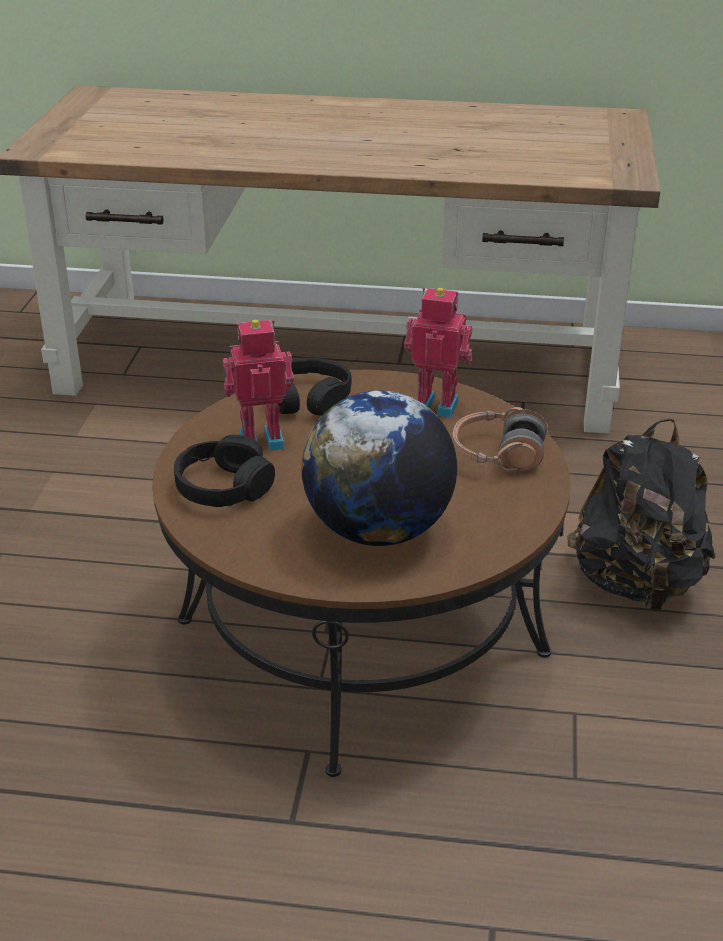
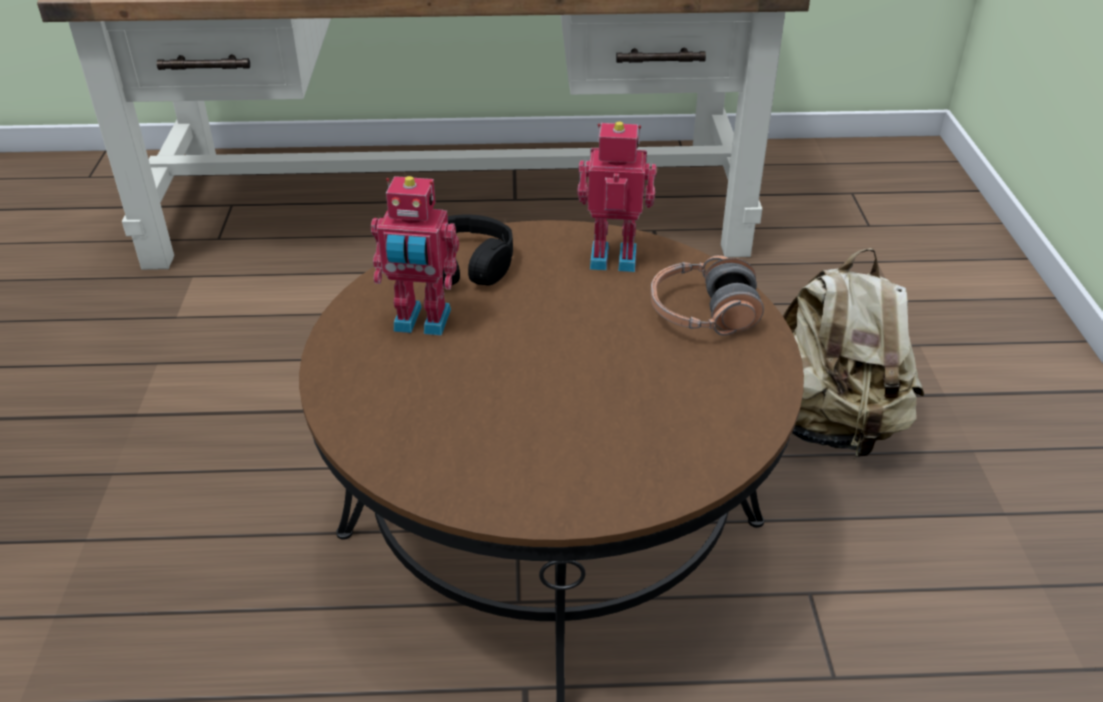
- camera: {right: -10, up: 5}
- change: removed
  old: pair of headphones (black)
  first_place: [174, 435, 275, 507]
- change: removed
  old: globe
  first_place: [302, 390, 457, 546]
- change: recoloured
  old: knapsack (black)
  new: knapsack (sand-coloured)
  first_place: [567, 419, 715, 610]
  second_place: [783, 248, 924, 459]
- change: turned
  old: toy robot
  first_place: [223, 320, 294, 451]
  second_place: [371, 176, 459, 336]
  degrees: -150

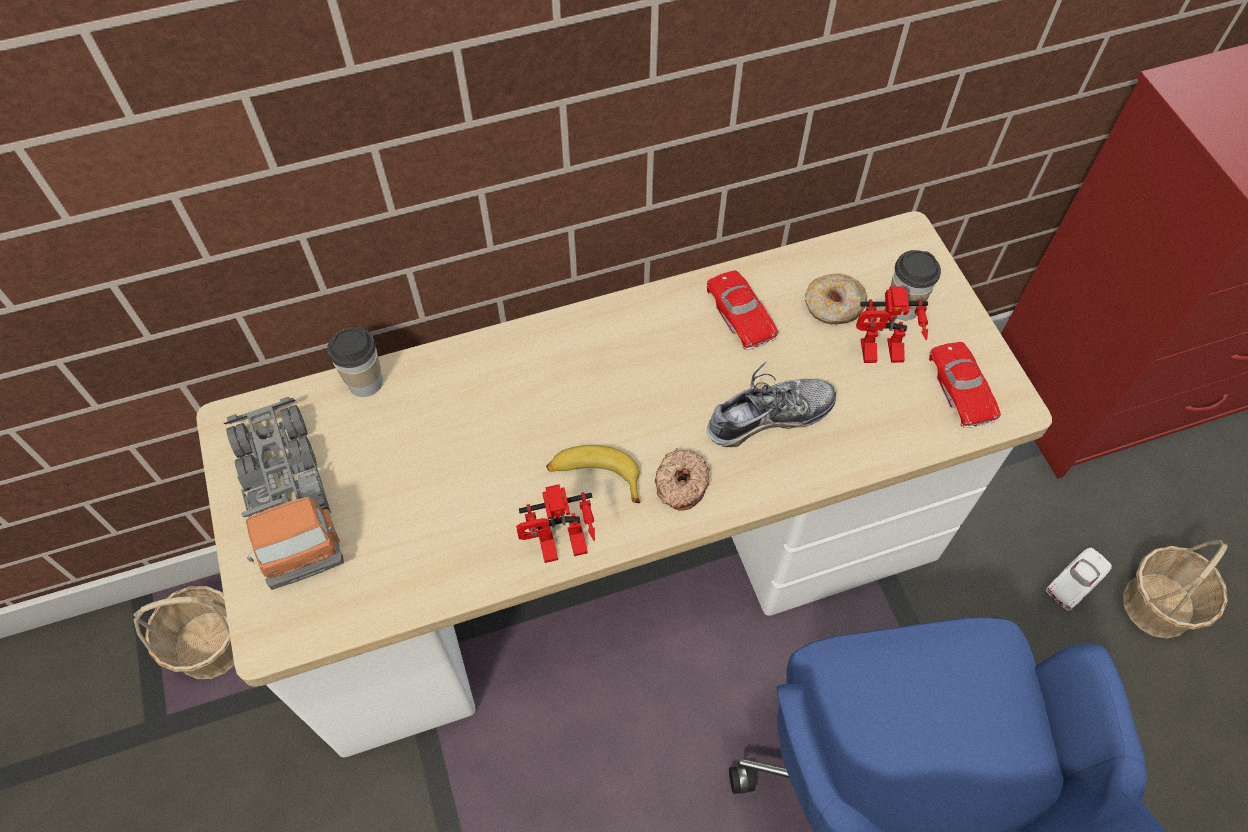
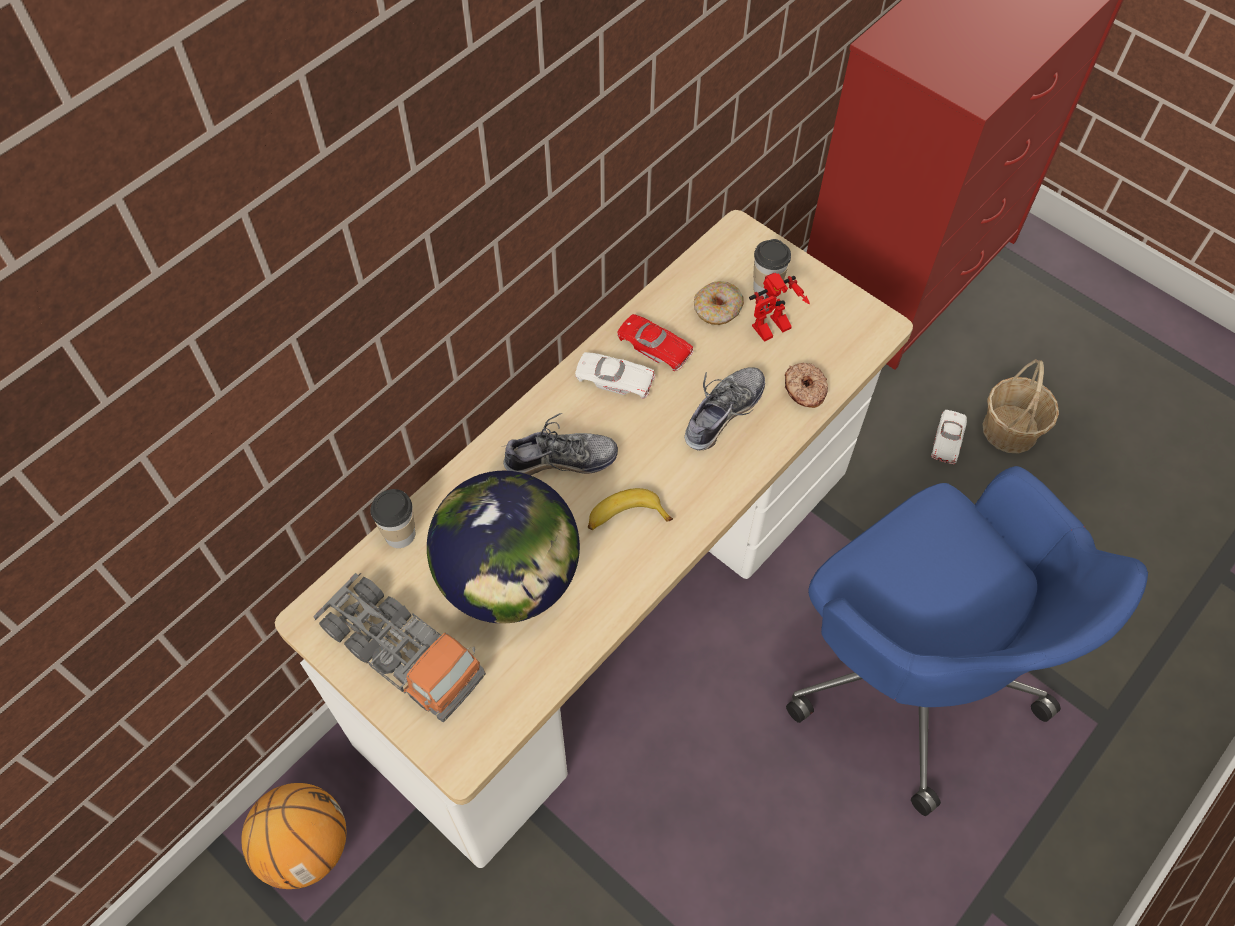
- camera: {right: -30, up: 0}
- change: removed
  old: toy robot
  first_place: [516, 484, 595, 563]
- change: removed
  old: toy car (red-coloured)
  first_place: [929, 342, 1001, 428]
- change: added
  new: globe
  second_place: [427, 471, 580, 624]
- change: added
  new: low shoe
  second_place: [501, 413, 618, 476]
- change: added
  new: toy car (white-coloured)
  second_place: [575, 352, 655, 399]
- change: moved
  old: ring doughnut
  first_place: [655, 448, 710, 511]
  second_place: [785, 363, 828, 408]
- change: replaced
  old: storage basket
  new: basketball
  first_place: [134, 586, 234, 679]
  second_place: [241, 783, 347, 889]

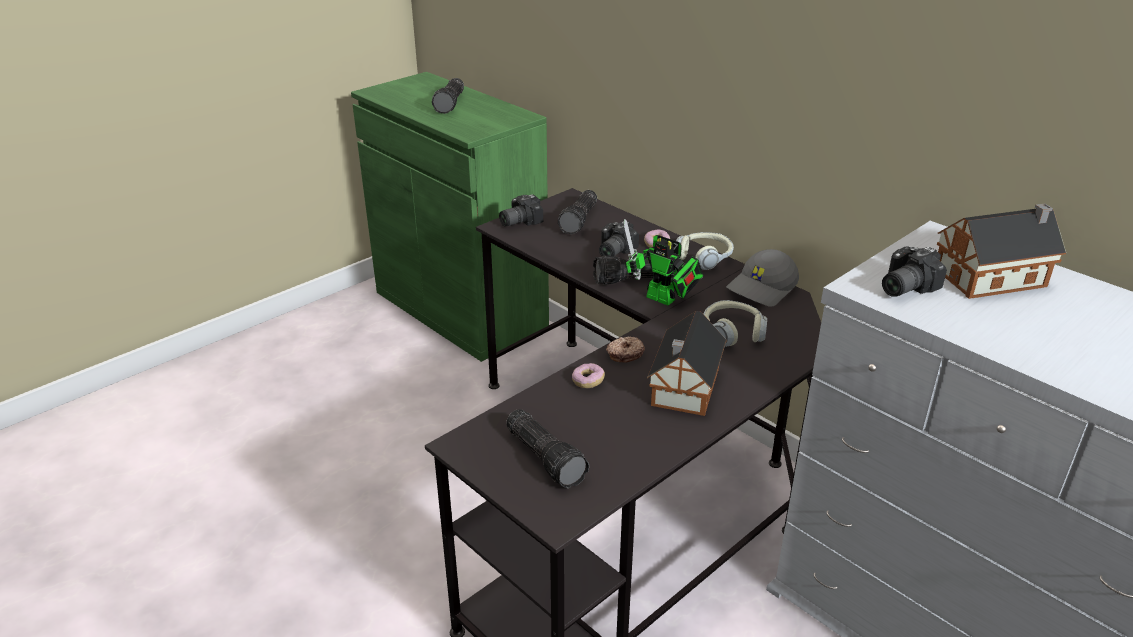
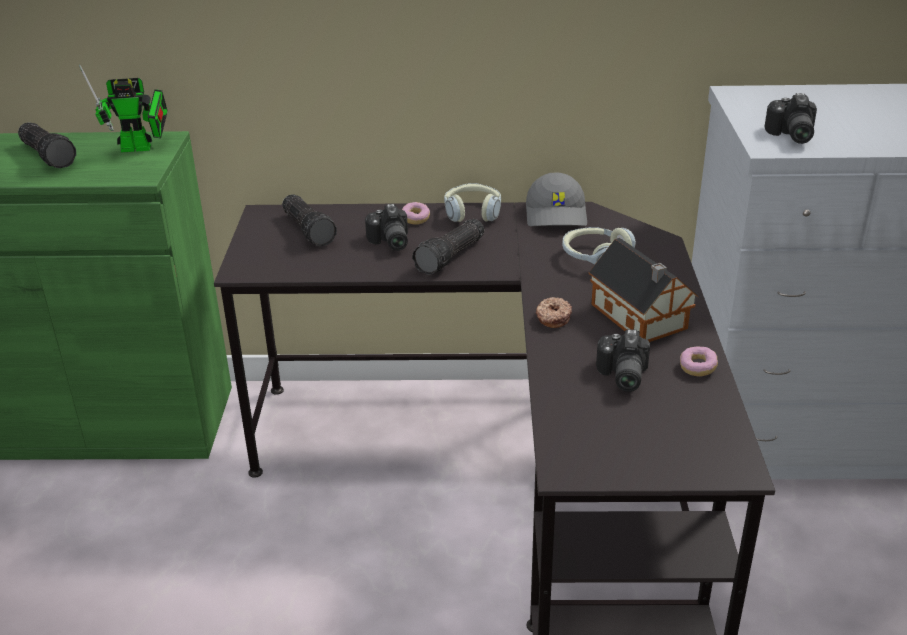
- camera: {right: -45, up: 0}
- change: removed
  old: torch
  first_place: [506, 409, 589, 488]
- change: removed
  old: toy house
  first_place: [937, 204, 1066, 299]
- change: moved
  old: still camera
  first_place: [499, 195, 543, 226]
  second_place: [596, 329, 650, 392]
- change: moved
  old: ring doughnut
  first_place: [572, 363, 605, 388]
  second_place: [680, 346, 718, 376]
- change: moved
  old: toy robot
  first_place: [624, 219, 703, 305]
  second_place: [79, 64, 168, 153]

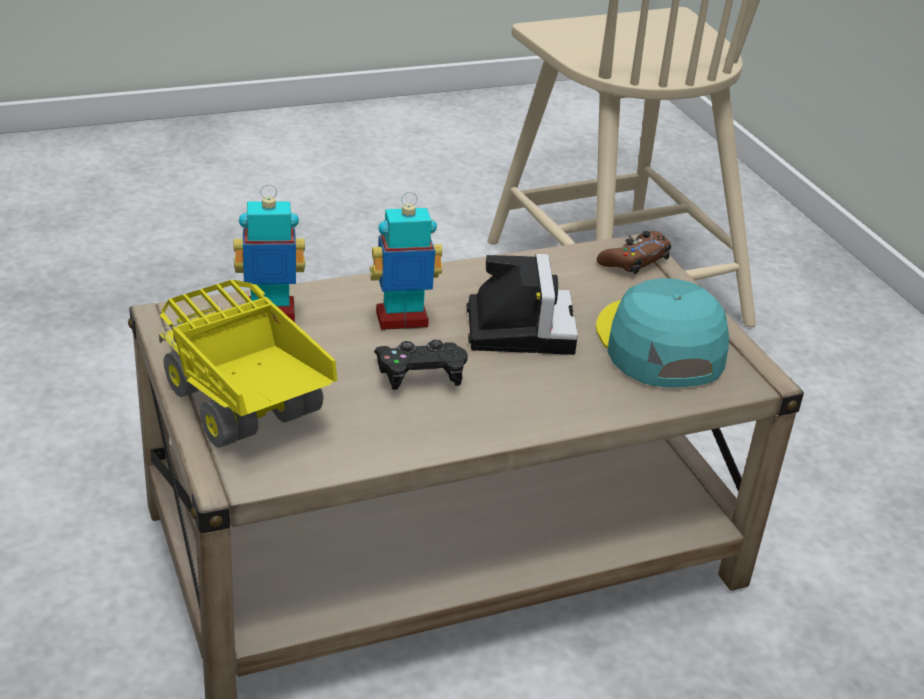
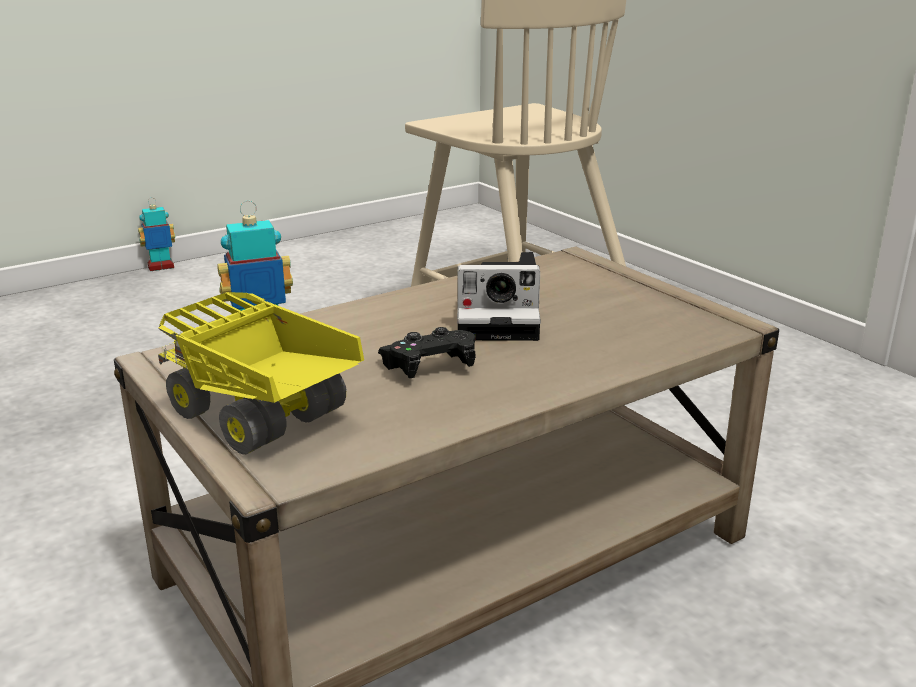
- camera: {right: -10, up: -10}
- change: removed
  old: peaked cap (turquoise-coloured)
  first_place: [596, 278, 729, 387]
- change: removed
  old: gamepad (brown)
  first_place: [597, 231, 671, 274]
- change: moved
  old: toy robot
  first_place: [370, 192, 442, 330]
  second_place: [138, 198, 175, 271]
- change: turned
  old: still camera
  first_place: [467, 254, 578, 355]
  second_place: [457, 252, 541, 341]
  degrees: 105

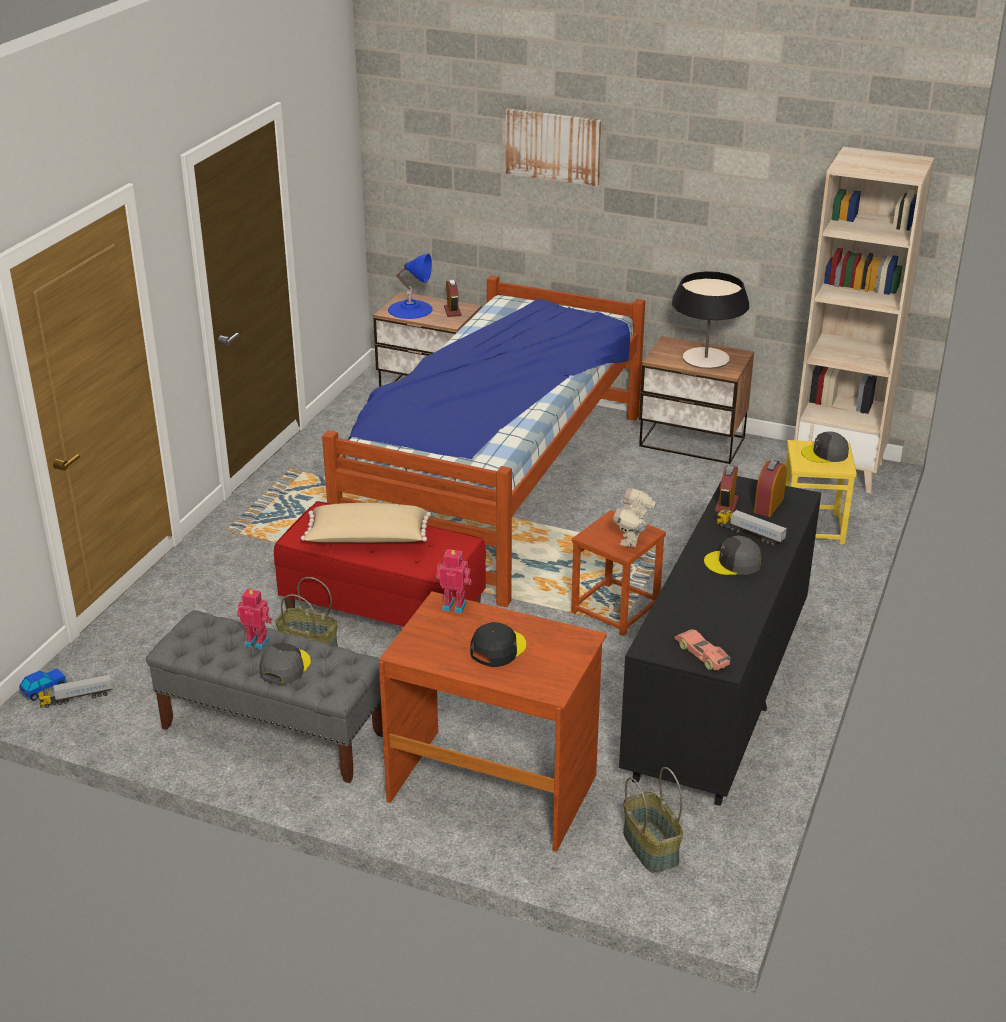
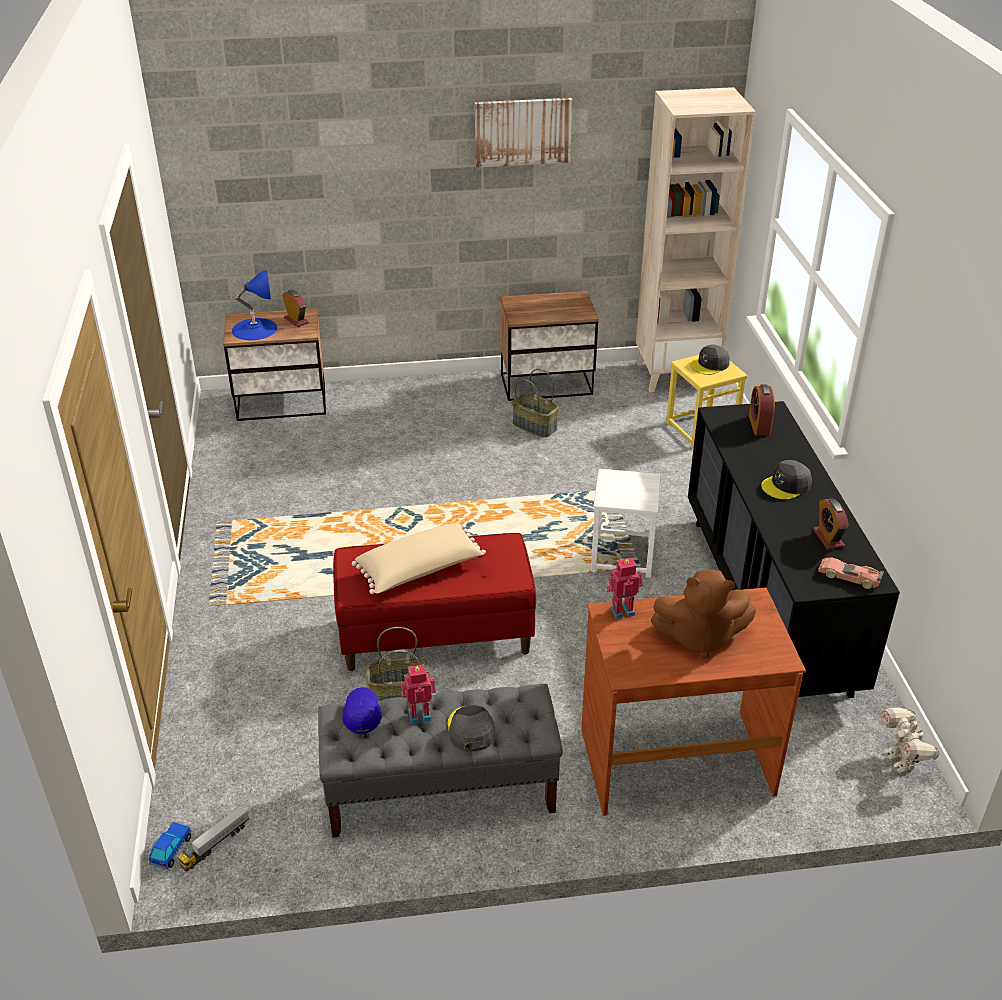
- camera: {right: -30, up: 5}
- change: removed
  old: bed
  first_place: [322, 275, 645, 607]
- change: removed
  old: table lamp
  first_place: [672, 271, 749, 369]
- change: removed
  old: toy truck
  first_place: [716, 509, 787, 546]
- change: added
  new: peaked cap (blue)
  second_place: [343, 687, 382, 734]
- change: moved
  old: picture
  first_place: [506, 109, 601, 186]
  second_place: [475, 98, 572, 167]
- change: moved
  old: toy robot
  first_place: [612, 488, 657, 547]
  second_place: [880, 707, 940, 773]
- change: moved
  old: storage basket
  first_place: [623, 767, 683, 873]
  second_place: [512, 369, 559, 438]
- change: moved
  old: bedside clock
  first_place: [715, 465, 739, 513]
  second_place: [813, 498, 849, 550]
- change: replaced
  old: peaked cap (black)
  new: cuddly toy (brown)
  first_place: [470, 622, 526, 667]
  second_place: [651, 570, 756, 659]
- change: recoloured
  old: sitting stool (brown)
  new: sitting stool (white-coloured)
  first_place: [571, 510, 666, 636]
  second_place: [591, 469, 661, 578]

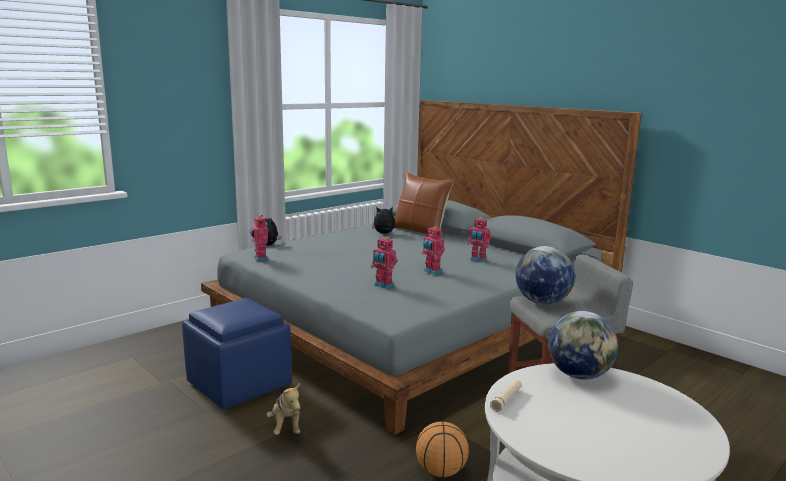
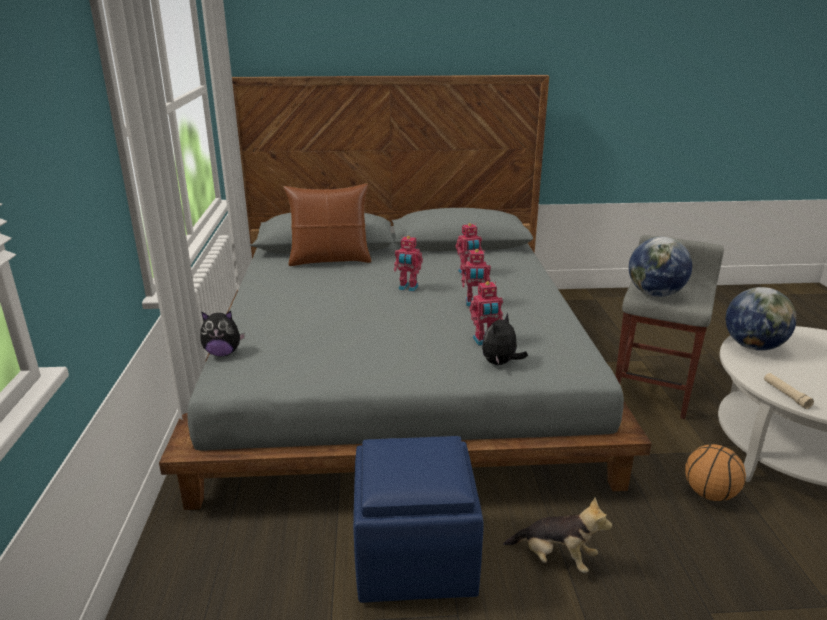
- camera: {right: -50, up: 10}
- change: moved
  old: toy robot
  first_place: [250, 215, 269, 261]
  second_place: [394, 236, 423, 292]
- change: moved
  old: cuddly toy
  first_place: [372, 206, 395, 234]
  second_place: [482, 313, 528, 365]

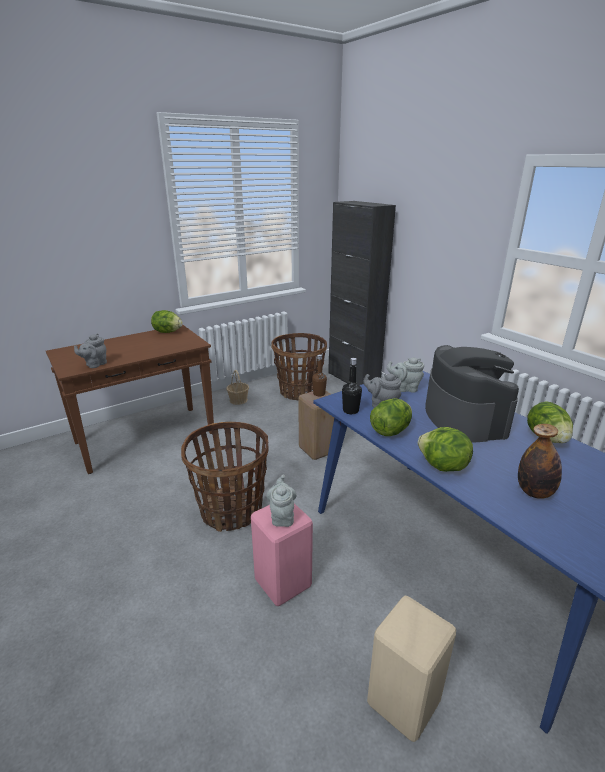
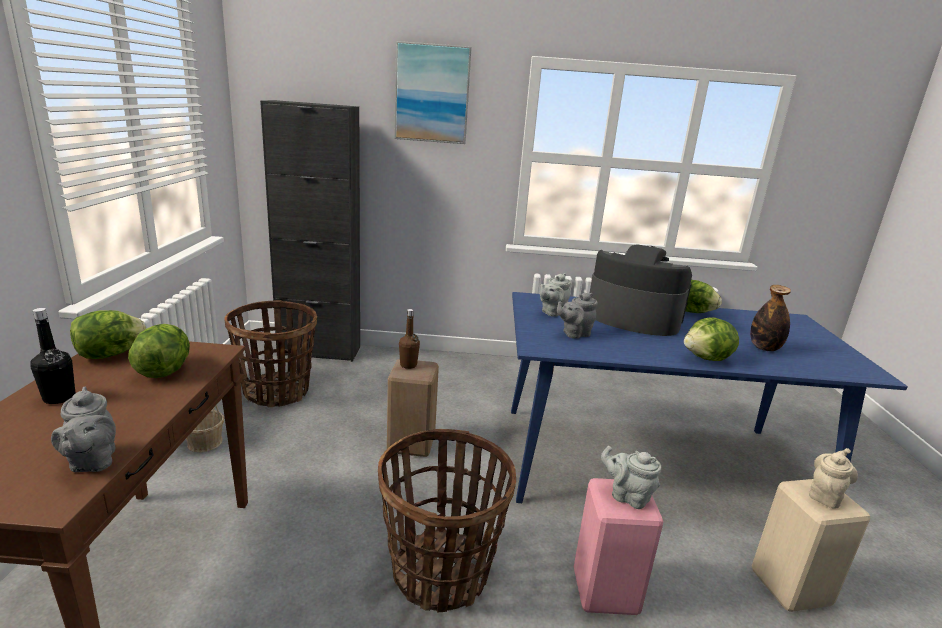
- camera: {right: -55, up: -5}
- change: added
  new: picture
  second_place: [394, 41, 472, 144]
- change: added
  new: pot for tea (sand-coloured)
  second_place: [809, 448, 858, 509]
- change: moved
  old: drink bottle (black)
  first_place: [342, 358, 362, 414]
  second_place: [30, 308, 75, 404]
- change: moved
  old: lettuce
  first_place: [370, 398, 412, 436]
  second_place: [128, 324, 190, 378]

